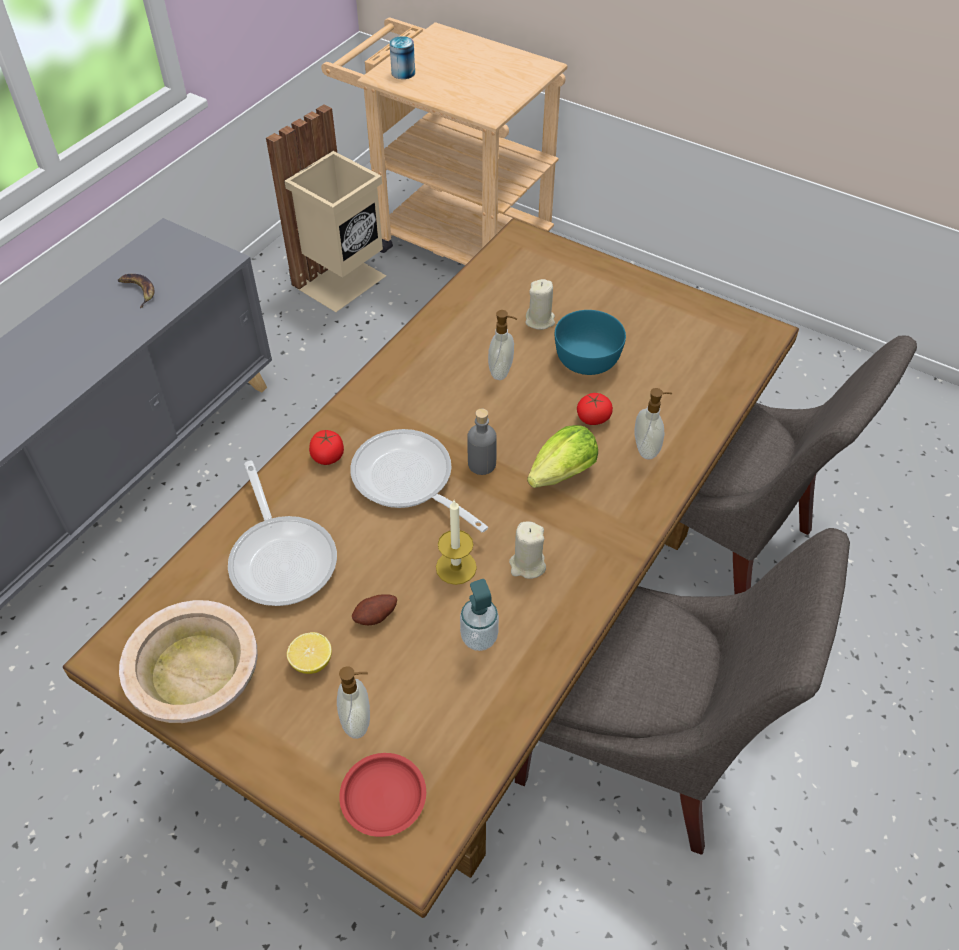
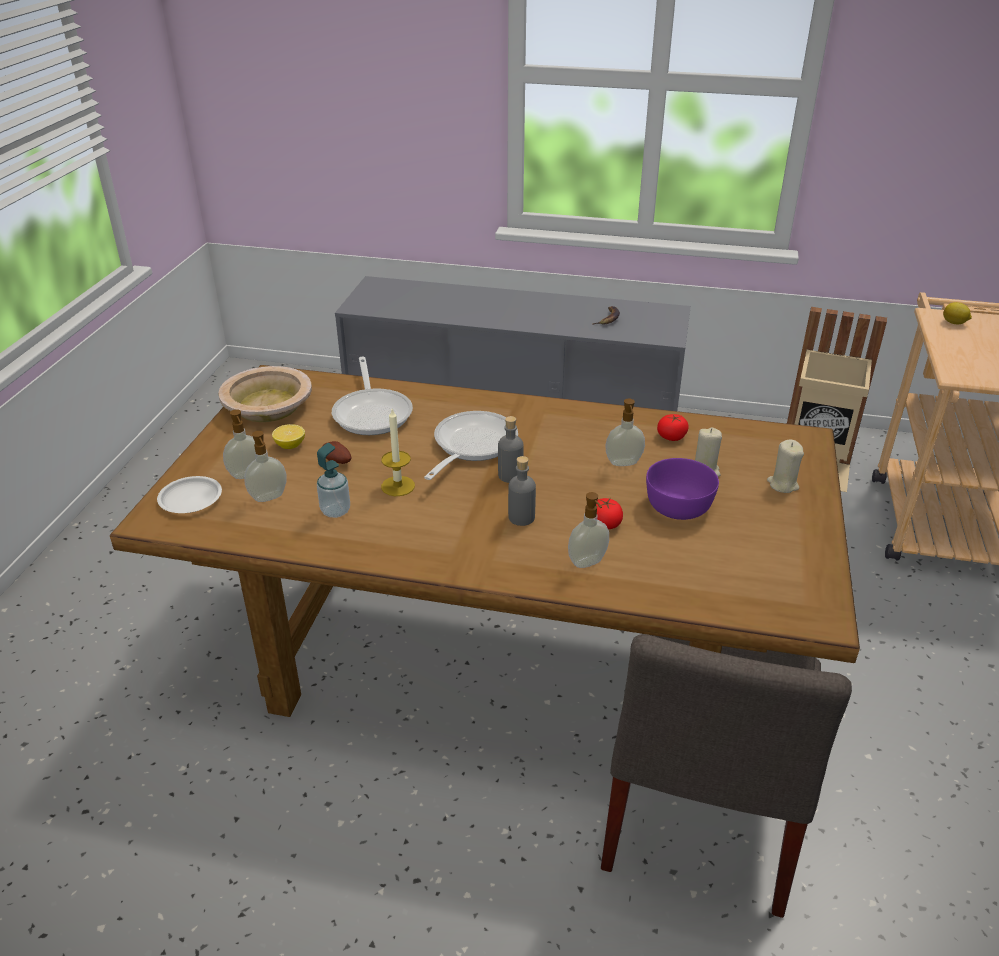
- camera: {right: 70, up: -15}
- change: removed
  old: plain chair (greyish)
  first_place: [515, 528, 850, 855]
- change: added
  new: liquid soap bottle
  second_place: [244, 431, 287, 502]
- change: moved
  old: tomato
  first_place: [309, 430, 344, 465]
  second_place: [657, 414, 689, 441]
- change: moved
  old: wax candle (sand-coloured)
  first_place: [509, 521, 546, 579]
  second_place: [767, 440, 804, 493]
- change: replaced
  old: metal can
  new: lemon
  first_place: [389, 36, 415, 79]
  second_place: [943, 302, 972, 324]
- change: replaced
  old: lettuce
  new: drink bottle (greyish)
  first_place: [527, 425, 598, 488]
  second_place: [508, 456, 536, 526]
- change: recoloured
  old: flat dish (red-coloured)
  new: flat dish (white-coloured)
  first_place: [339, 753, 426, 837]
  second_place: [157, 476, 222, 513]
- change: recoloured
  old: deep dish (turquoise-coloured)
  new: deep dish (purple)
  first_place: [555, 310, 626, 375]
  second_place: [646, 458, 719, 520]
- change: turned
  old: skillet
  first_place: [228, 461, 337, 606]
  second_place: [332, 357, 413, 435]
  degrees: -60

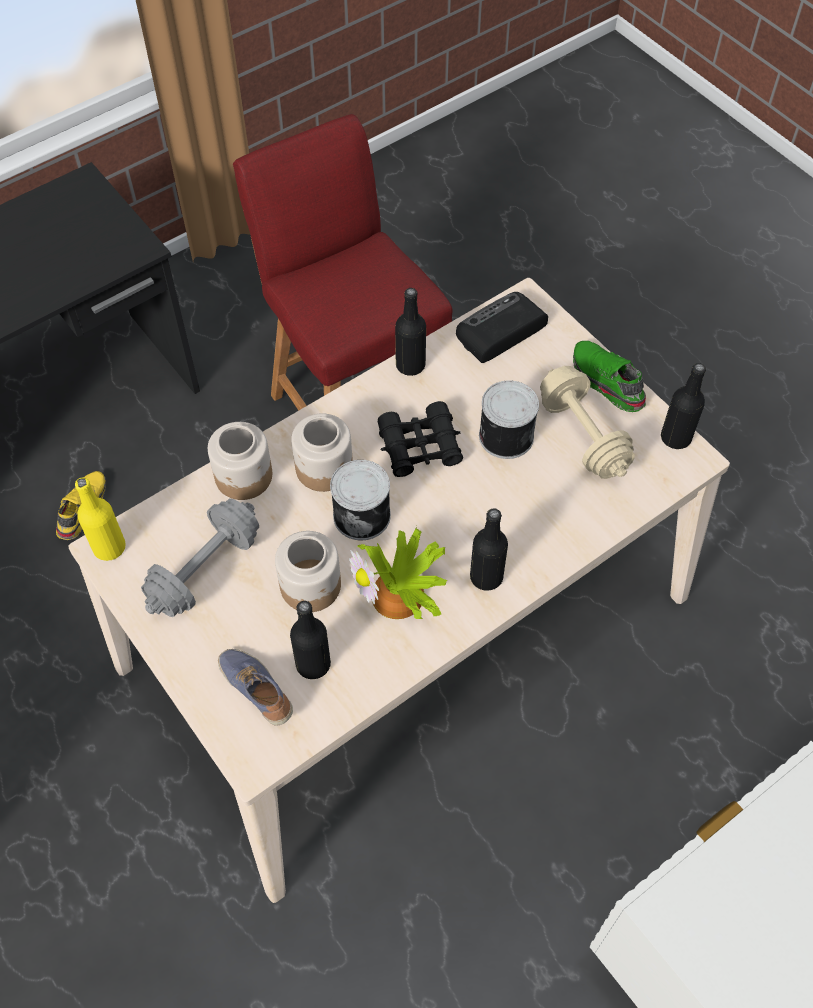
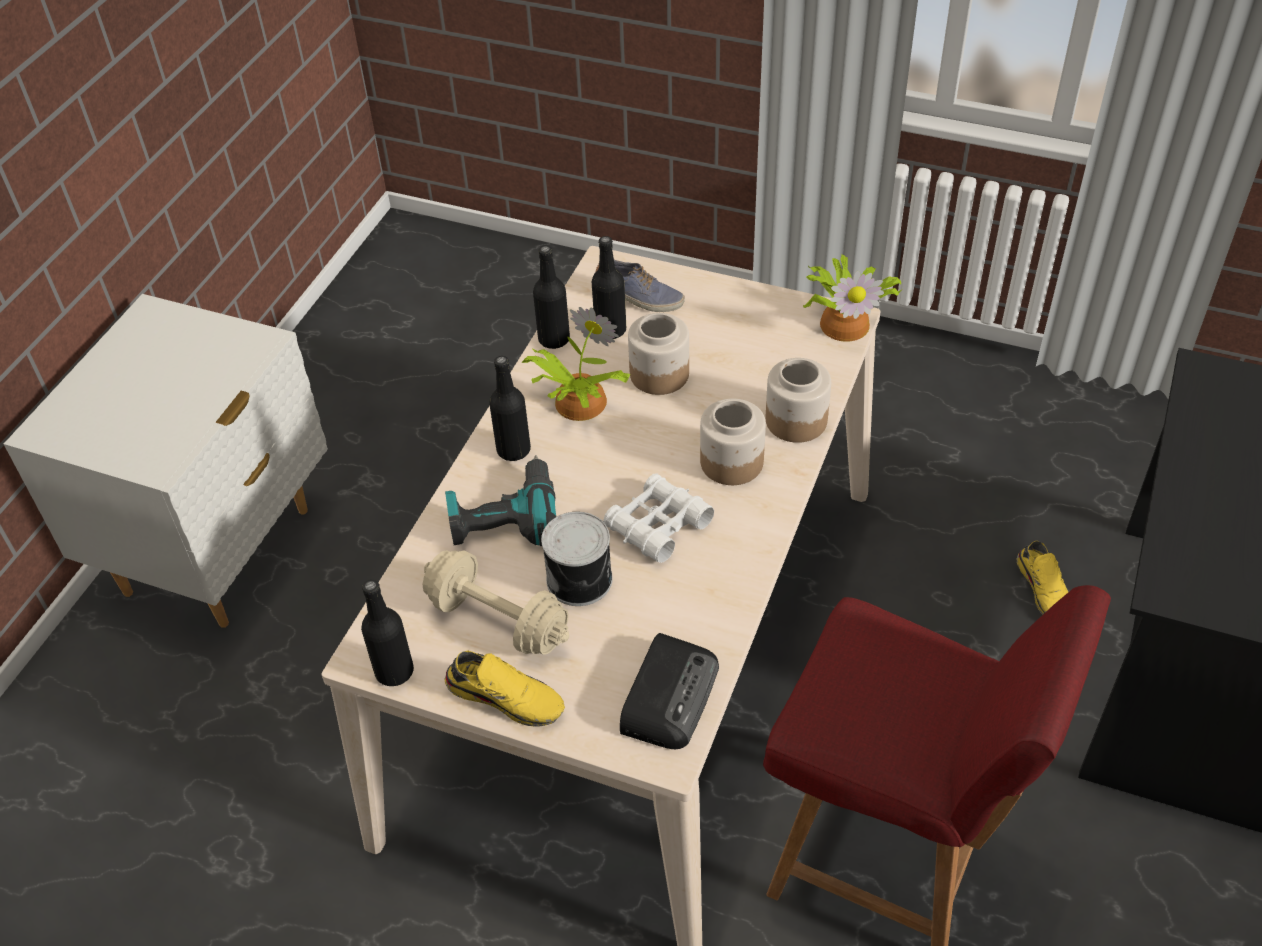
- camera: {right: 150, up: -10}
- change: removed
  old: free weight (greyish)
  first_place: [141, 498, 259, 617]
- change: removed
  old: metal can
  first_place: [330, 460, 391, 540]
- change: added
  new: drill
  second_place: [445, 455, 556, 546]
- change: moved
  old: drink bottle (black)
  first_place: [395, 288, 426, 376]
  second_place: [533, 245, 570, 349]
- change: replaced
  old: drink bottle (yellow)
  new: plant in a pot
  first_place: [75, 477, 126, 561]
  second_place: [803, 254, 902, 342]
- change: recoloured
  old: field glasses (black)
  new: field glasses (white-coloured)
  first_place: [377, 401, 463, 477]
  second_place: [603, 473, 714, 563]
- change: recoloured
  old: low shoe (greenish)
  new: low shoe (yellow)
  first_place: [573, 341, 646, 412]
  second_place: [444, 650, 565, 727]

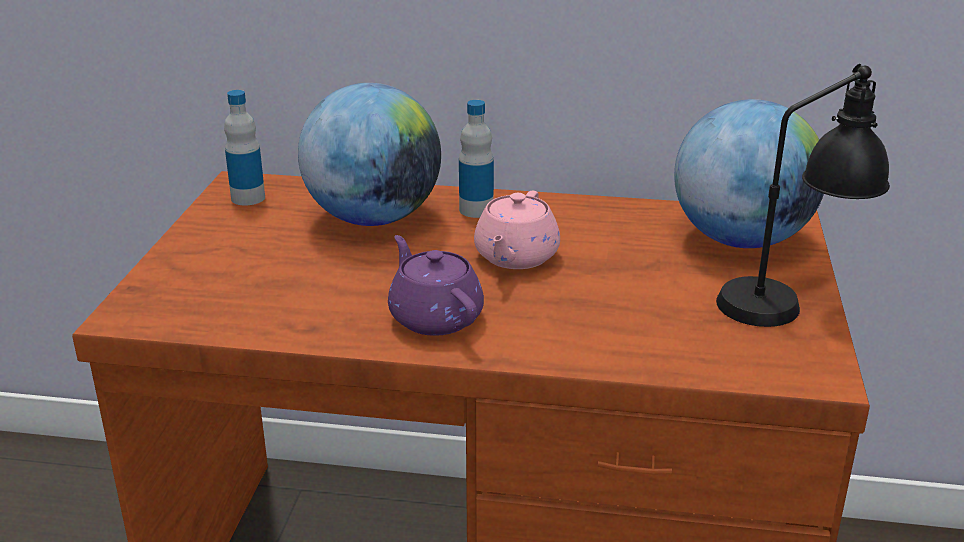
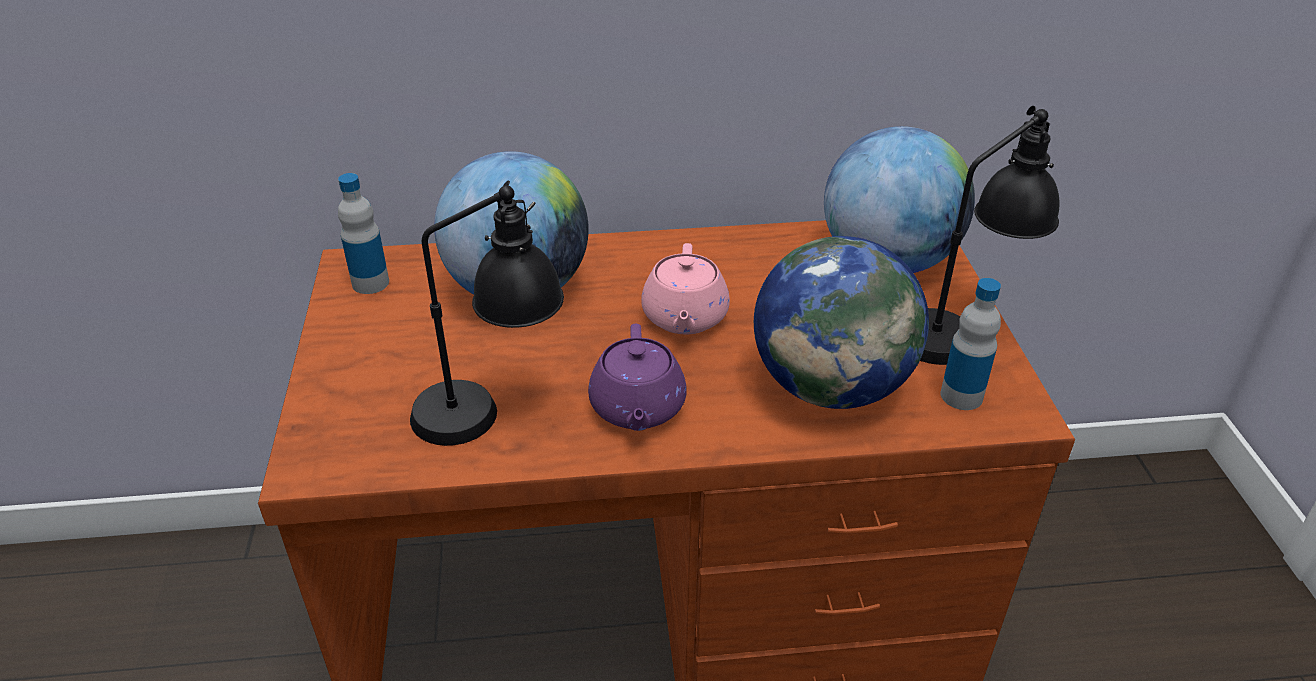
- camera: {right: -15, up: 10}
- change: added
  new: table lamp (black)
  second_place: [410, 180, 564, 446]
- change: added
  new: globe
  second_place: [754, 236, 929, 409]
- change: moved
  old: drink bottle
  first_place: [459, 100, 494, 218]
  second_place: [941, 278, 1001, 410]
- change: turned
  old: pot for tea (purple)
  first_place: [388, 235, 484, 336]
  second_place: [588, 324, 687, 431]
  degrees: -135

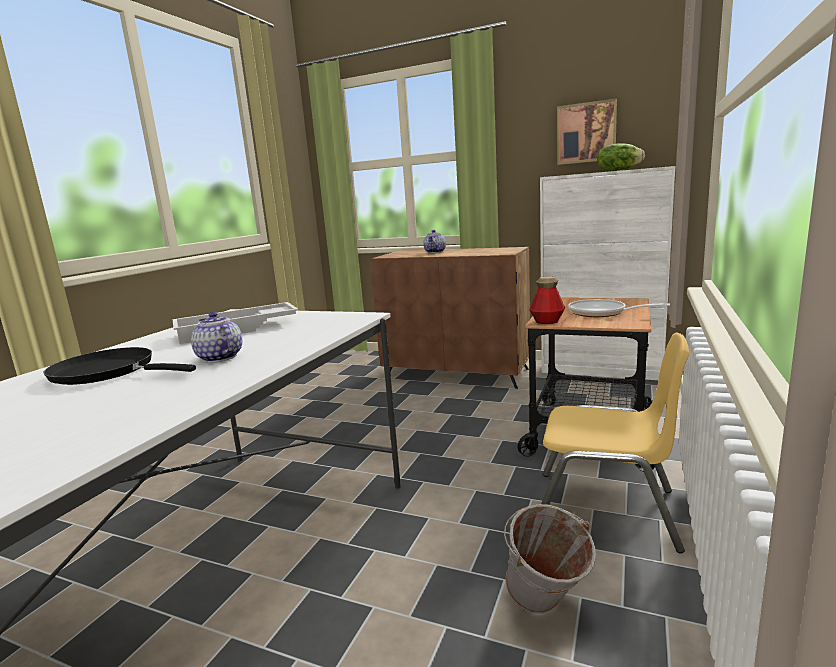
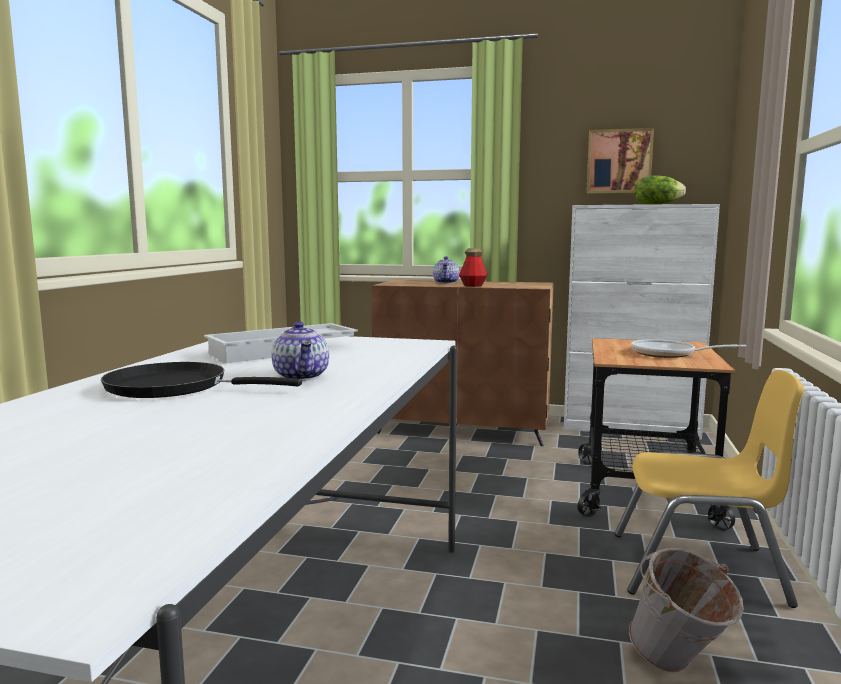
- camera: {right: -10, up: -5}
- change: moved
  old: drink bottle
  first_place: [529, 276, 565, 324]
  second_place: [459, 248, 488, 287]
- change: turned
  old: pot for tea
  first_place: [191, 312, 242, 363]
  second_place: [272, 321, 329, 381]
  degrees: -150

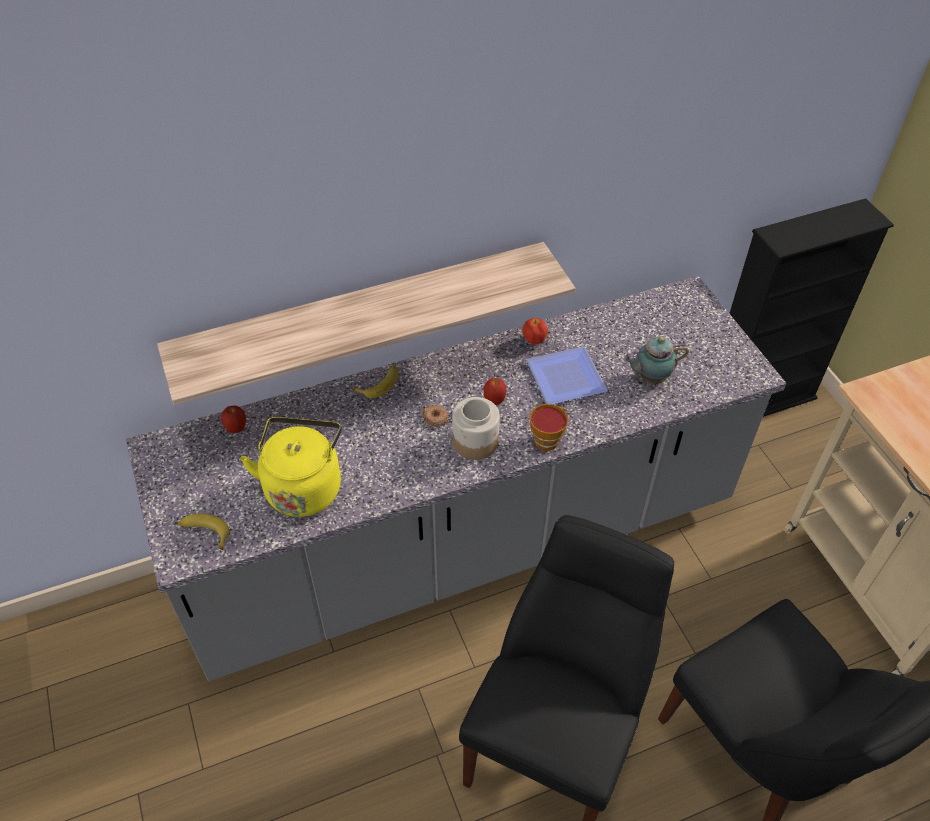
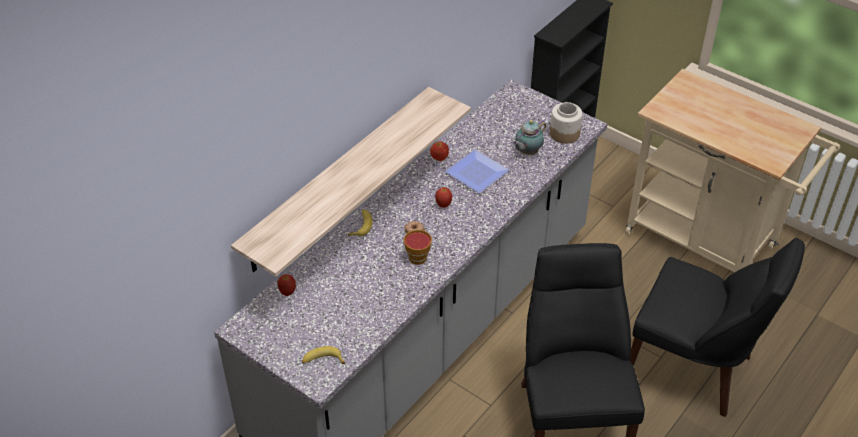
- camera: {right: -30, up: -5}
- change: removed
  old: tea kettle (yellow)
  first_place: [240, 417, 342, 517]
- change: moved
  old: storage jar
  first_place: [452, 397, 500, 460]
  second_place: [550, 102, 583, 144]
- change: moved
  old: cup
  first_place: [529, 404, 568, 451]
  second_place: [404, 230, 432, 265]

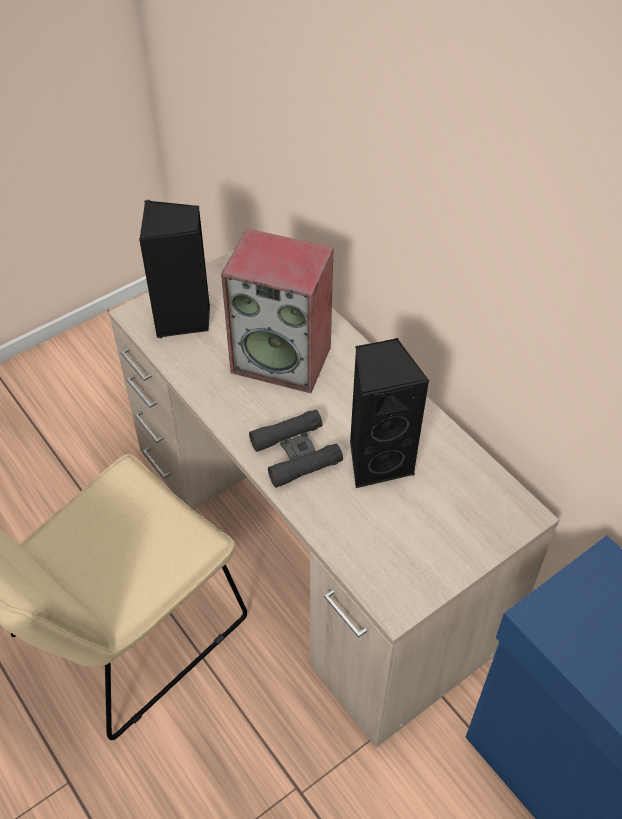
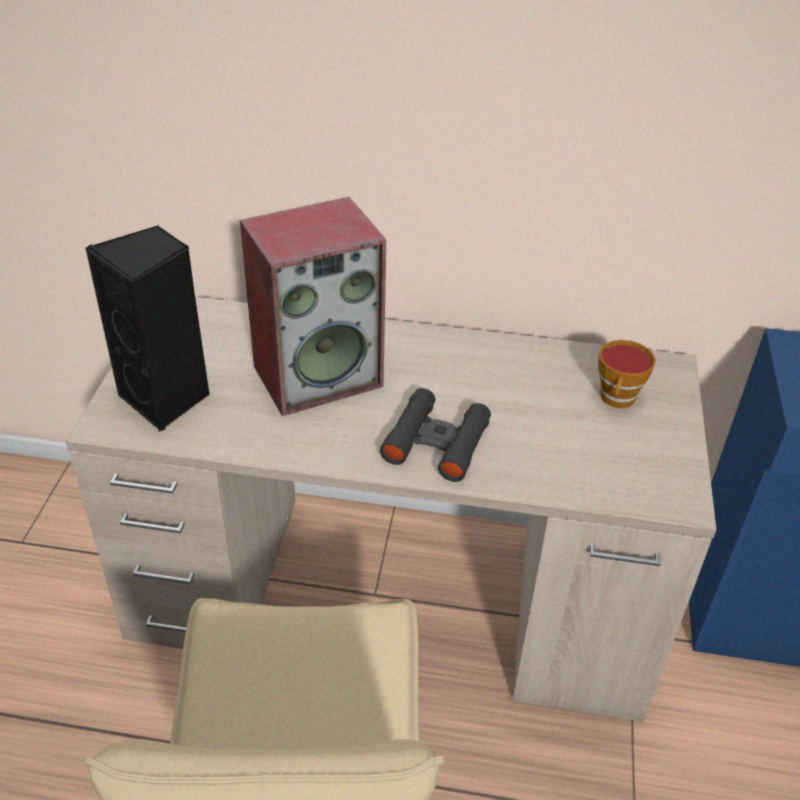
- camera: {right: -45, up: -10}
- change: removed
  old: audio speaker (black)
  first_place: [350, 338, 429, 488]
- change: added
  new: cup
  second_place: [599, 340, 656, 408]

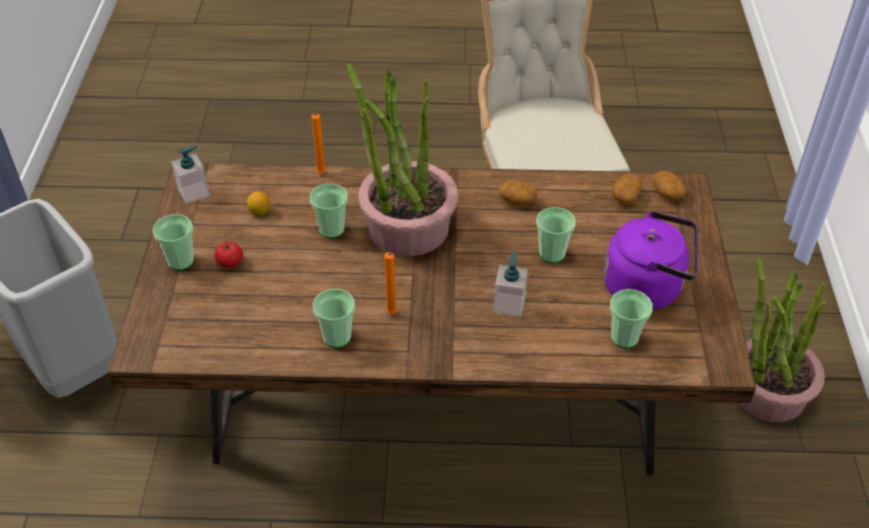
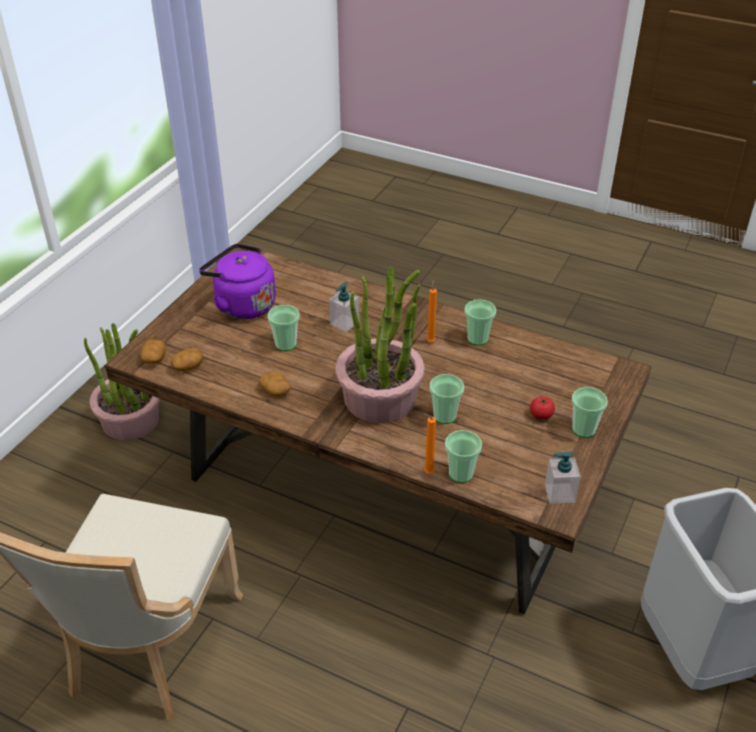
- camera: {right: -155, up: -5}
- change: removed
  old: lemon
  first_place: [247, 192, 270, 216]
- change: moved
  old: cup
  first_place: [610, 289, 653, 348]
  second_place: [445, 430, 482, 483]

